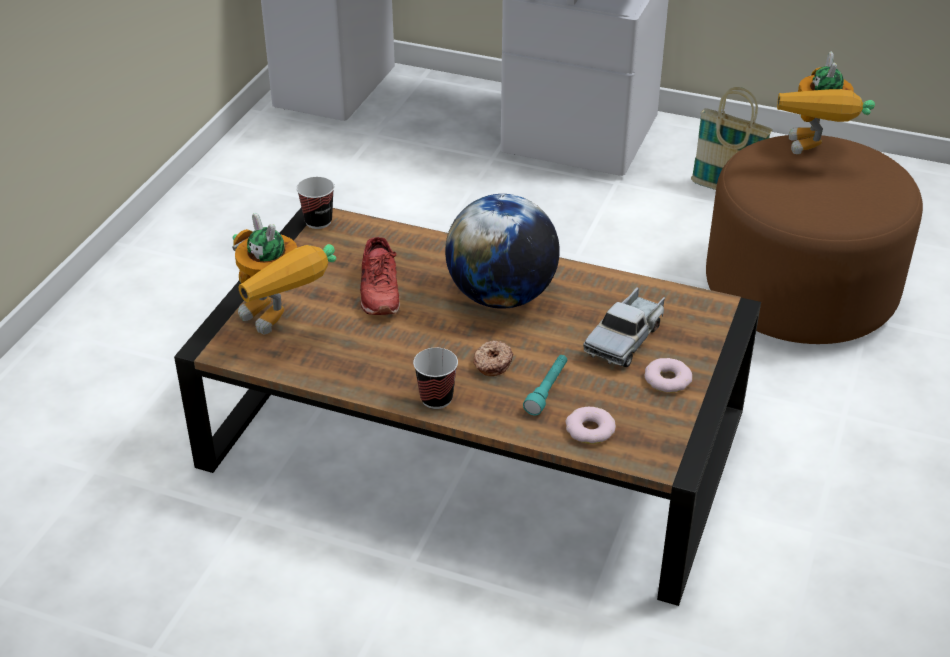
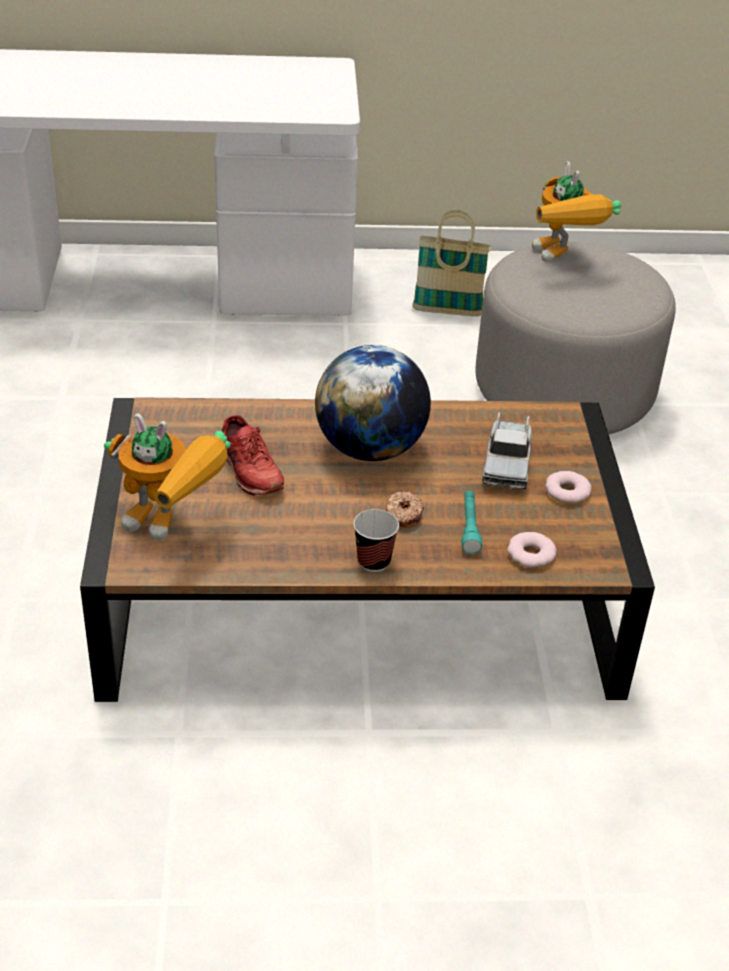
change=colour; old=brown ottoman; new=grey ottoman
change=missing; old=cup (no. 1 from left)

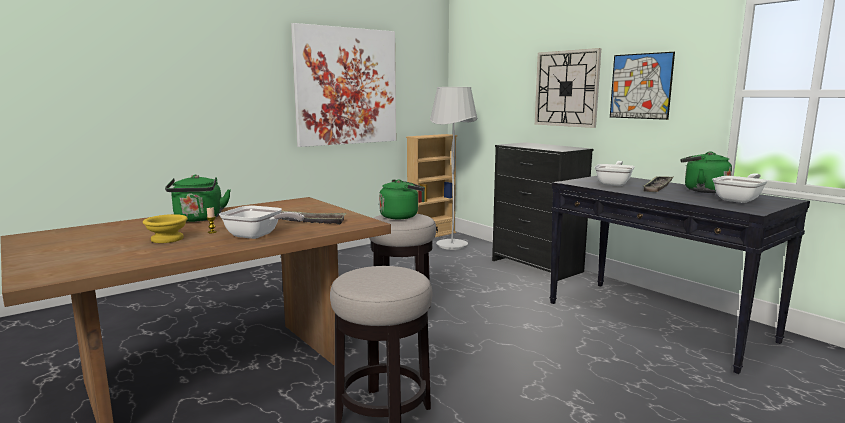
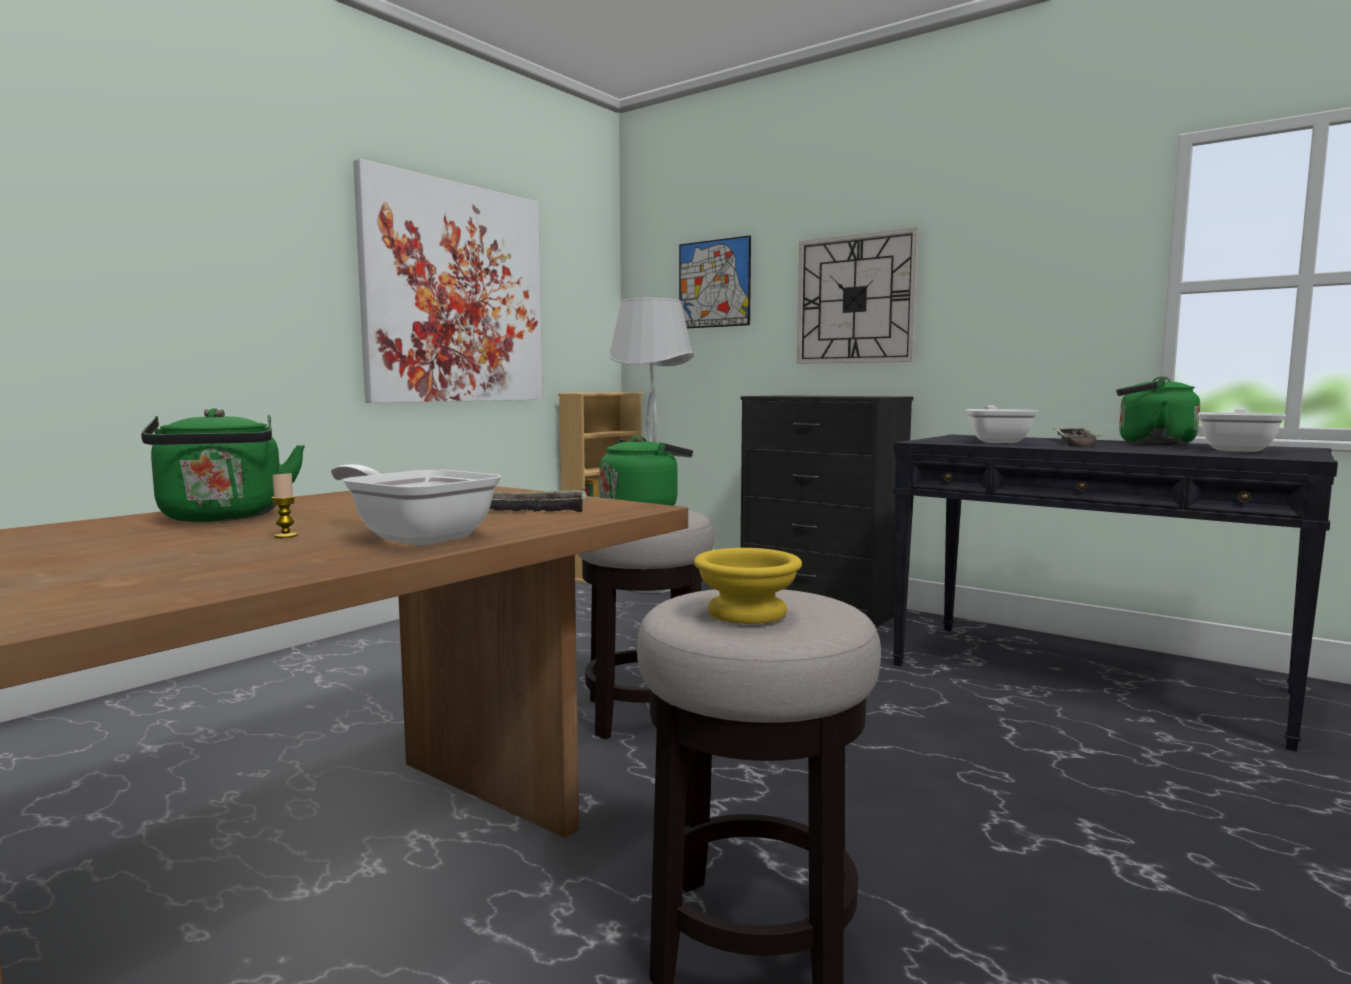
change=relocated; old=picture (no. 2 from left)
change=spun; old=frying pan (no. 1 from left); degrees=-150
change=relocated; old=yellow bowl

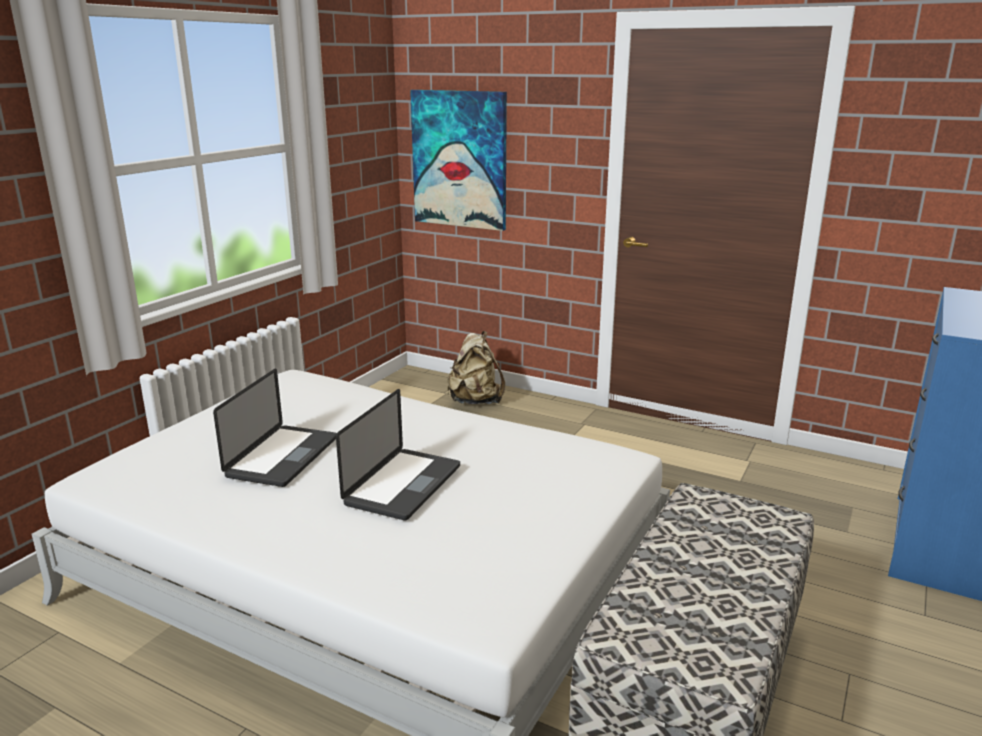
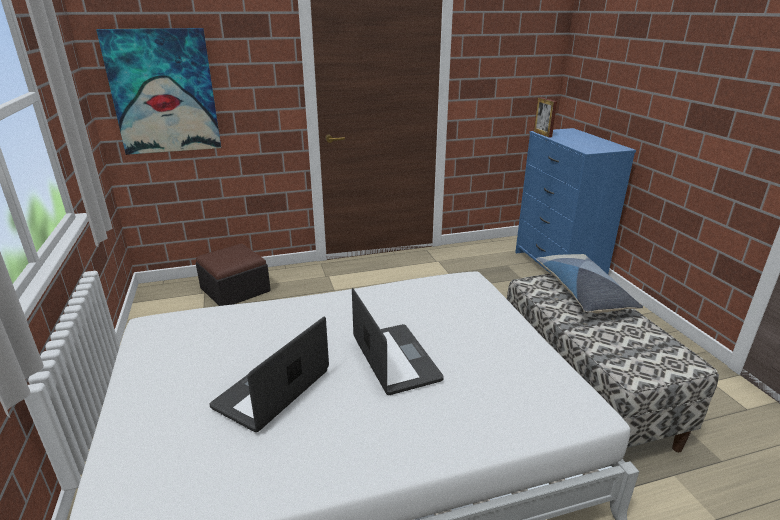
change=exchanged; old=beige backpack; new=ottoman
change=spun; old=laptop (no. 1 from left); degrees=-120
change=appeared; new=picture frame
change=appeared; new=pillow

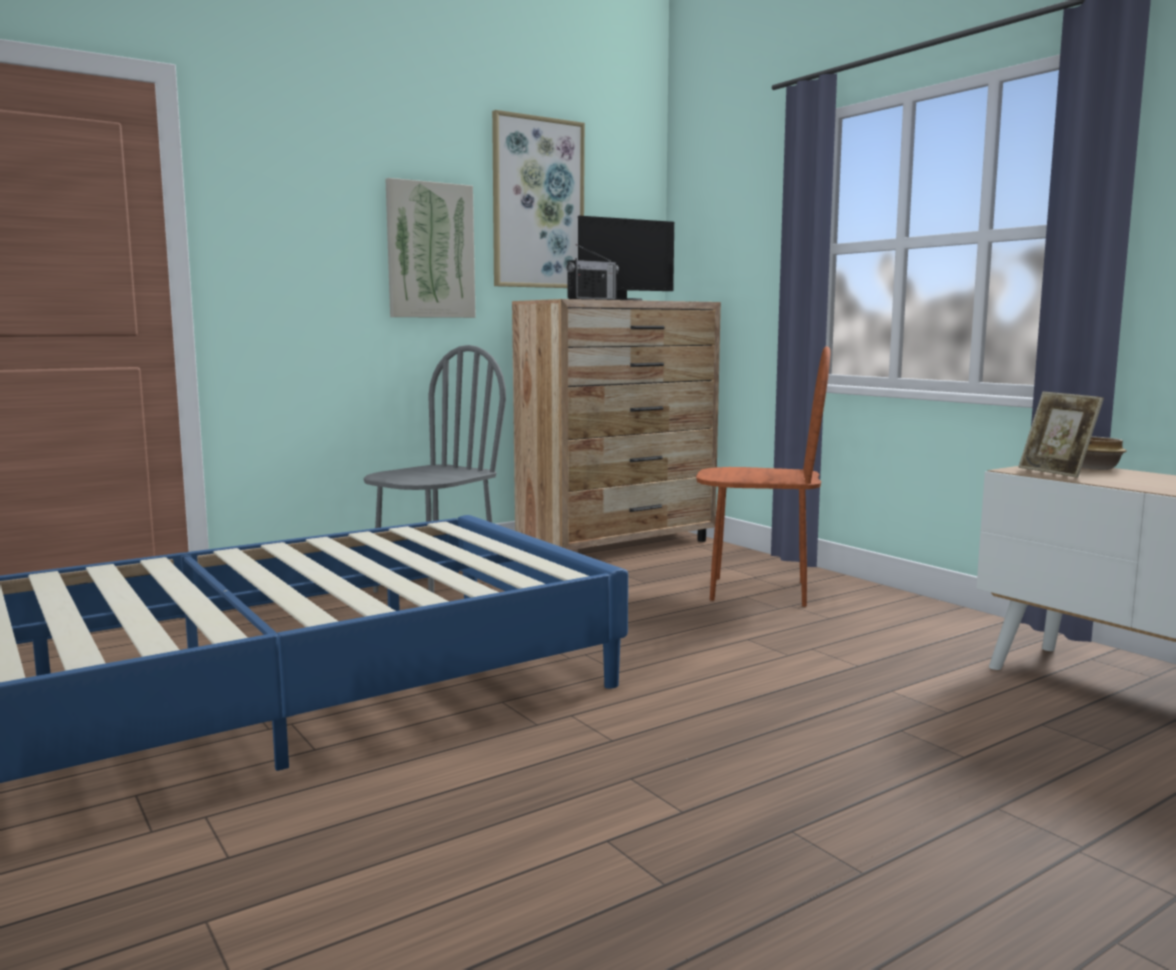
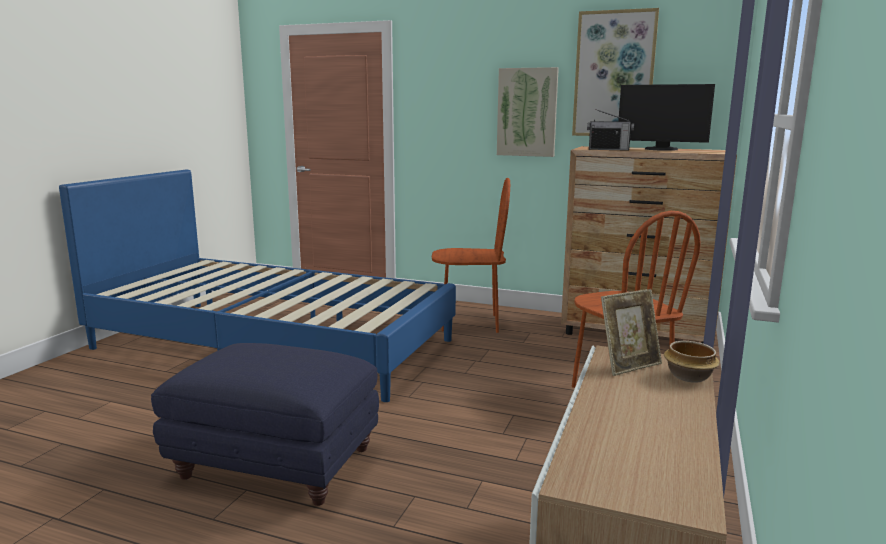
change=colour; old=grey chair; new=brown chair (no. 1 from left)
change=spun; old=picture frame; degrees=-150
change=appeared; new=blue ottoman

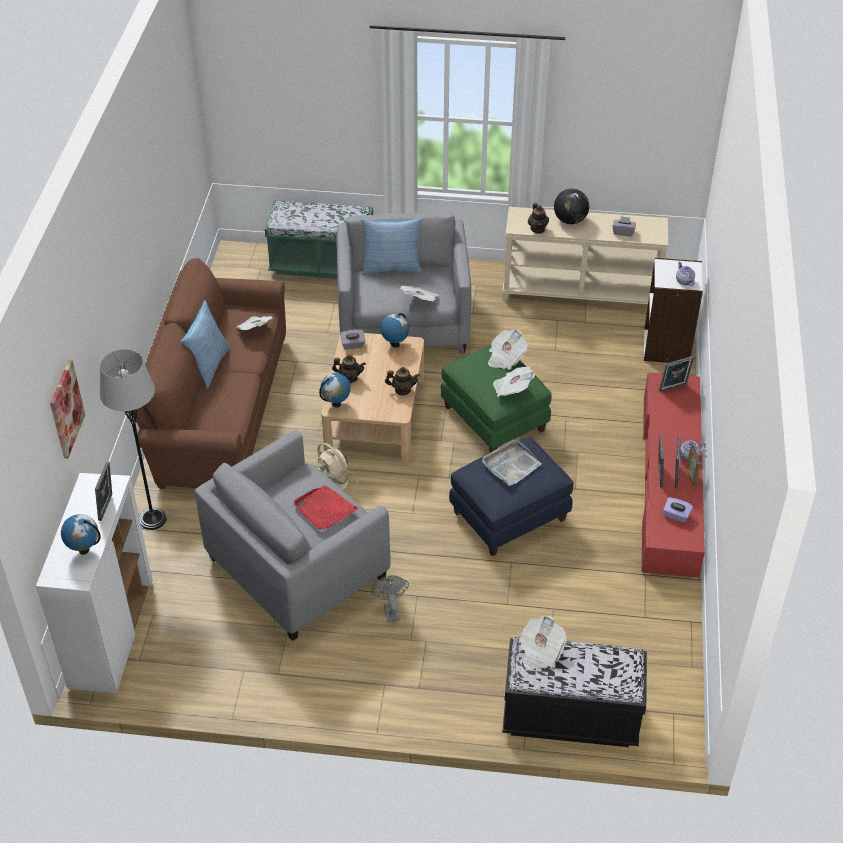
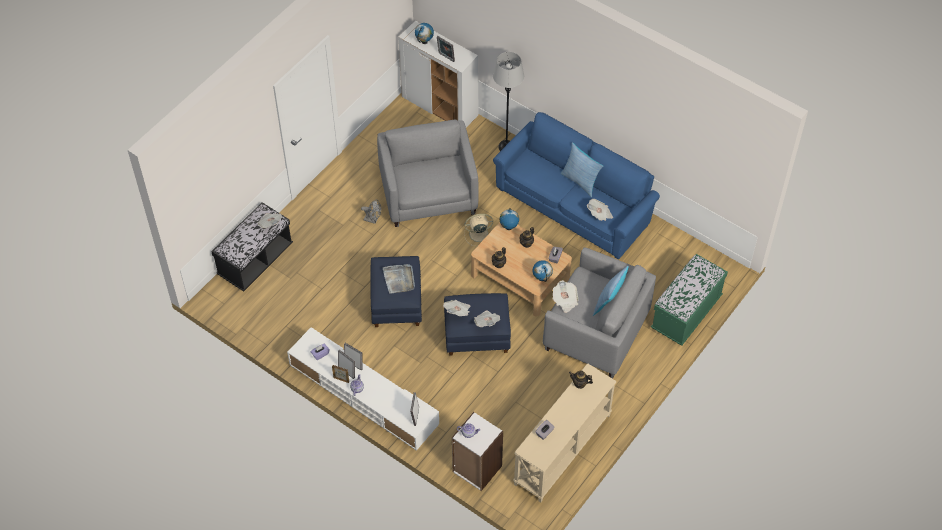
change=missing; old=globe (no. 4 from left)
change=colour; old=brown sofa; new=blue sofa
change=colour; old=green ottoman; new=blue ottoman (no. 2 from left)
change=missing; old=picture
change=colour; old=red tv stand; new=white tv stand
change=missing; old=red tray

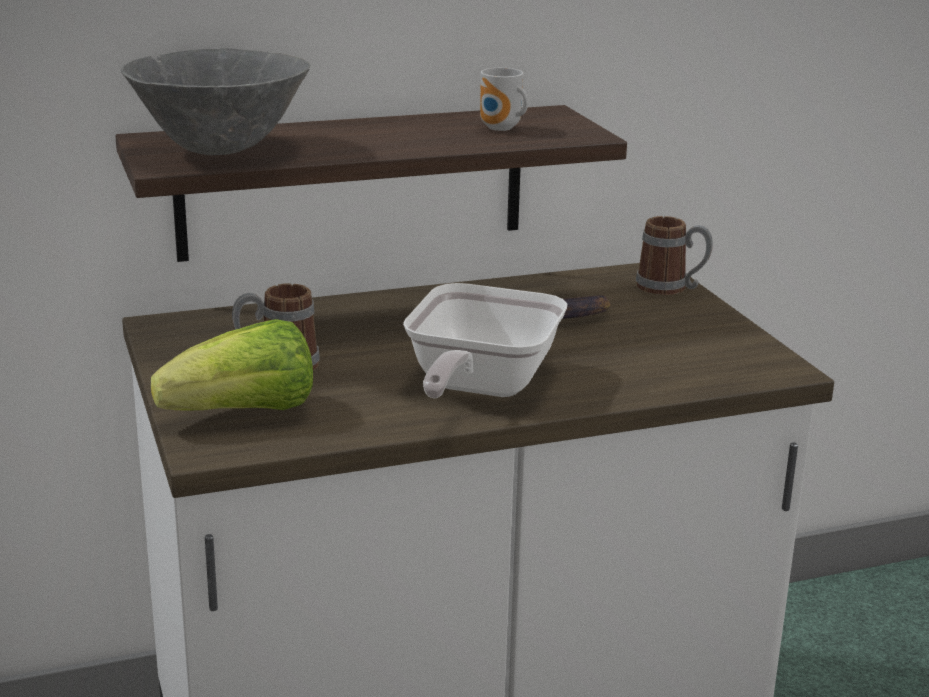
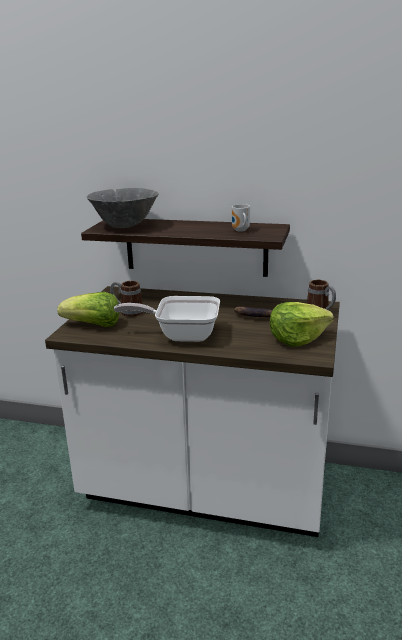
change=spun; old=frying pan; degrees=45
change=appeared; new=lettuce (no. 2 from left)

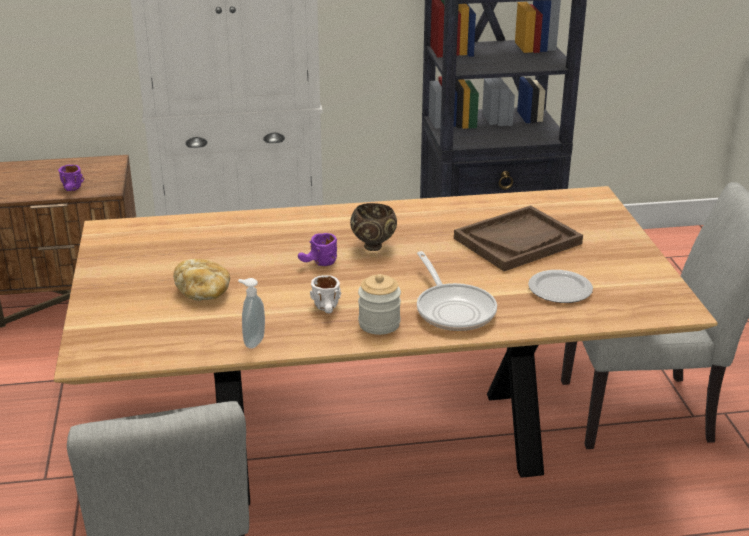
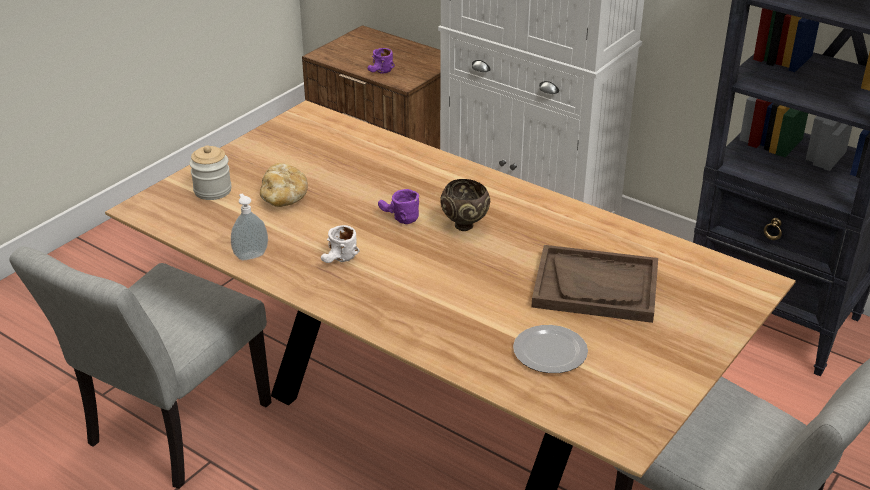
change=missing; old=frying pan
change=relocated; old=jar

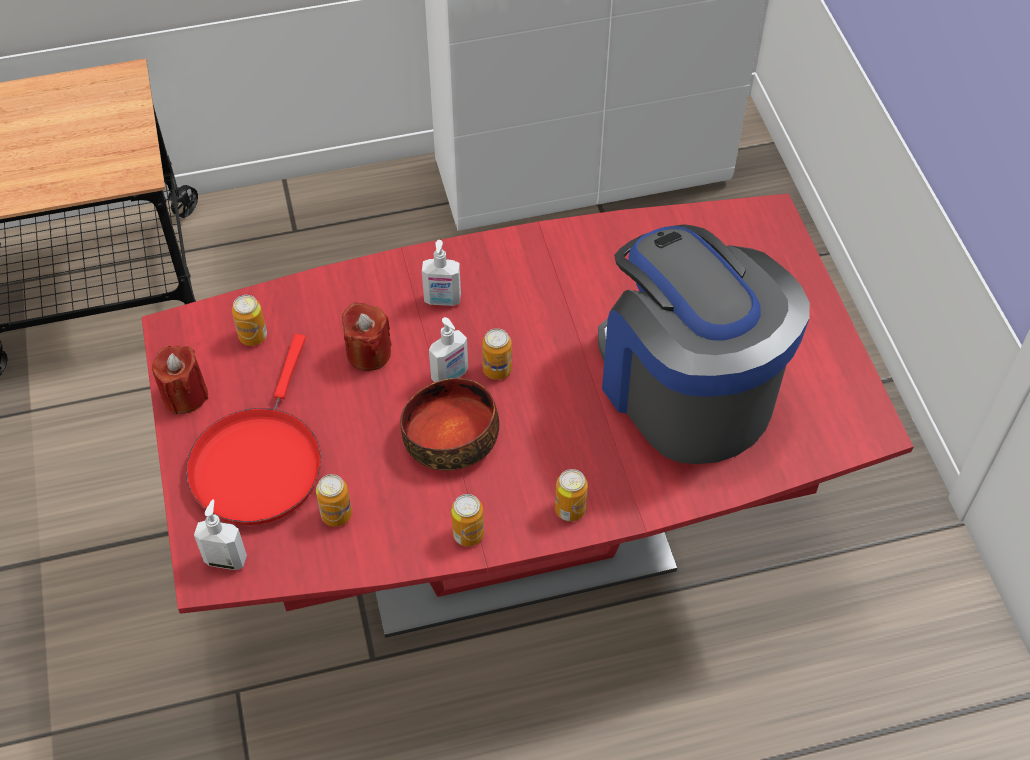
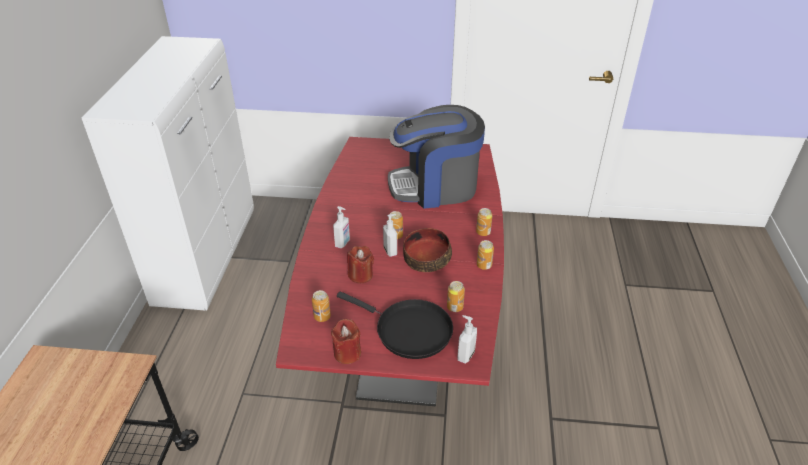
change=colour; old=red frying pan; new=black frying pan

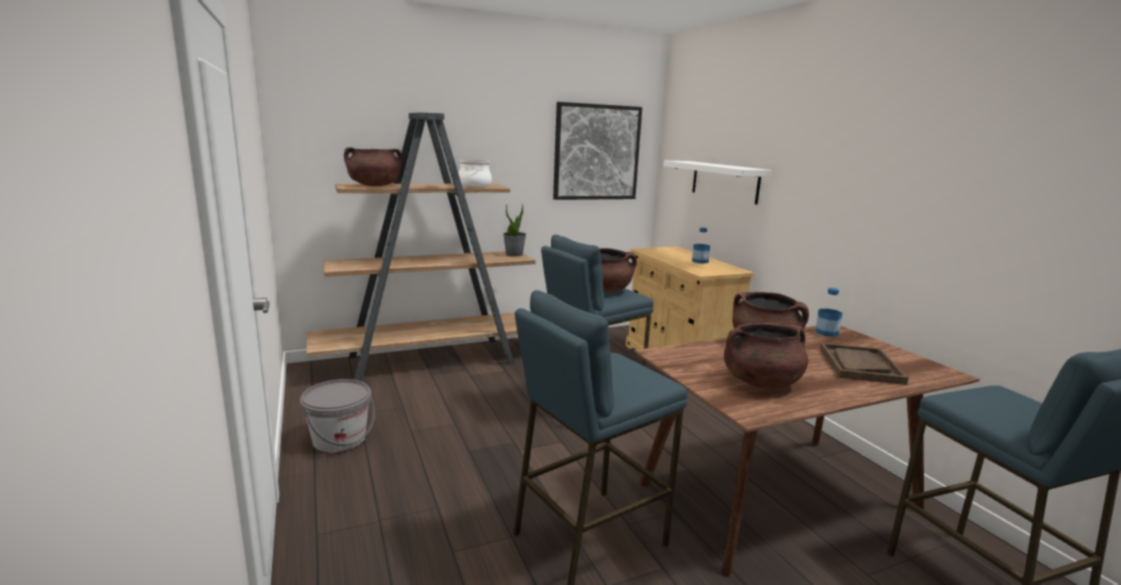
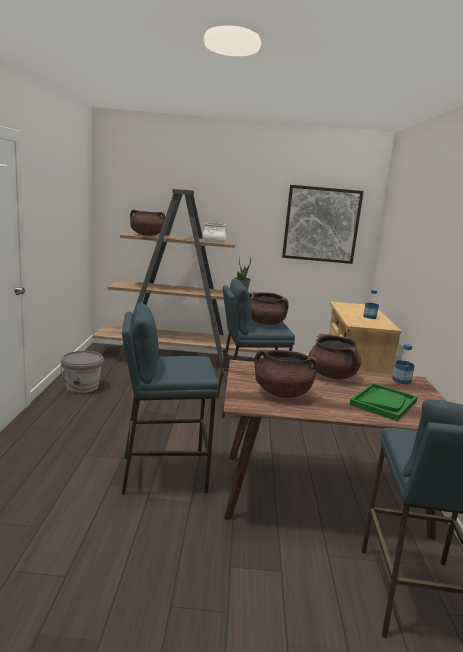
change=missing; old=white shelf
change=colour; old=brown tray; new=green tray

